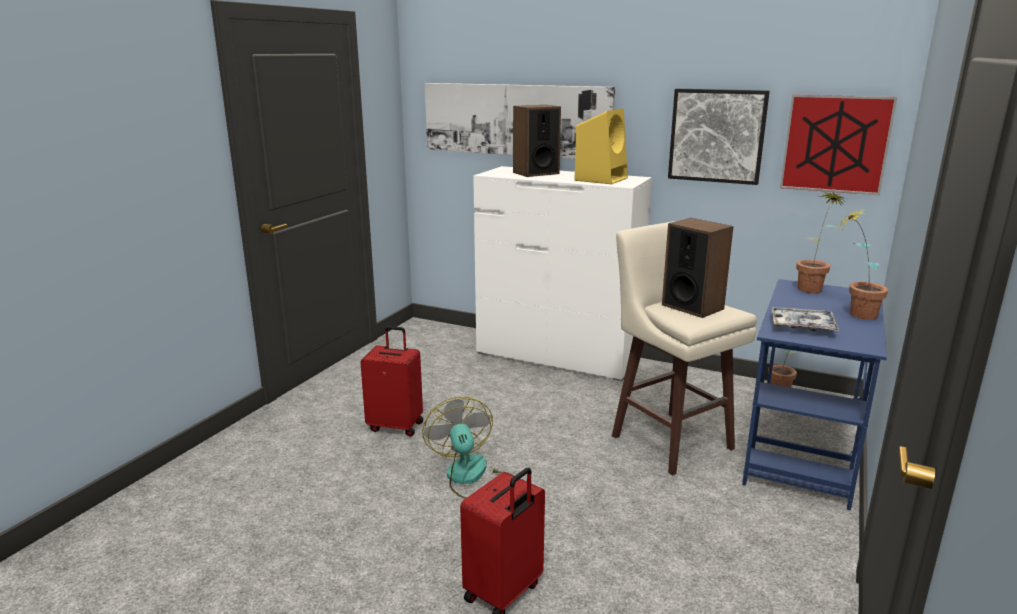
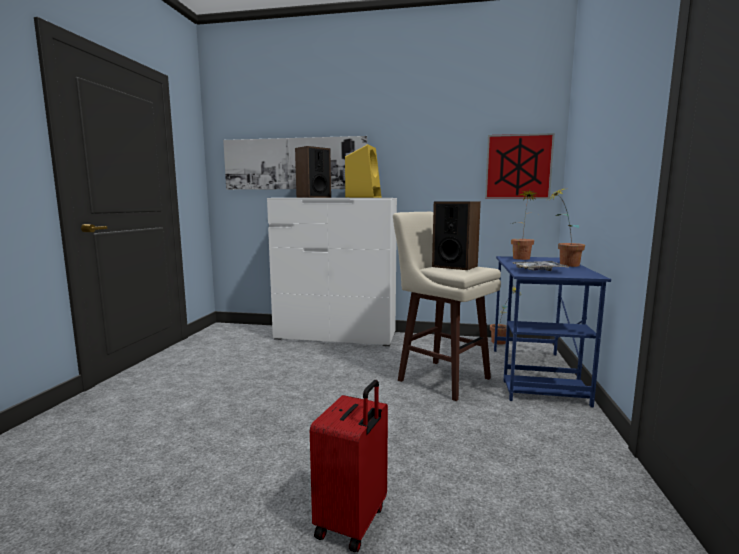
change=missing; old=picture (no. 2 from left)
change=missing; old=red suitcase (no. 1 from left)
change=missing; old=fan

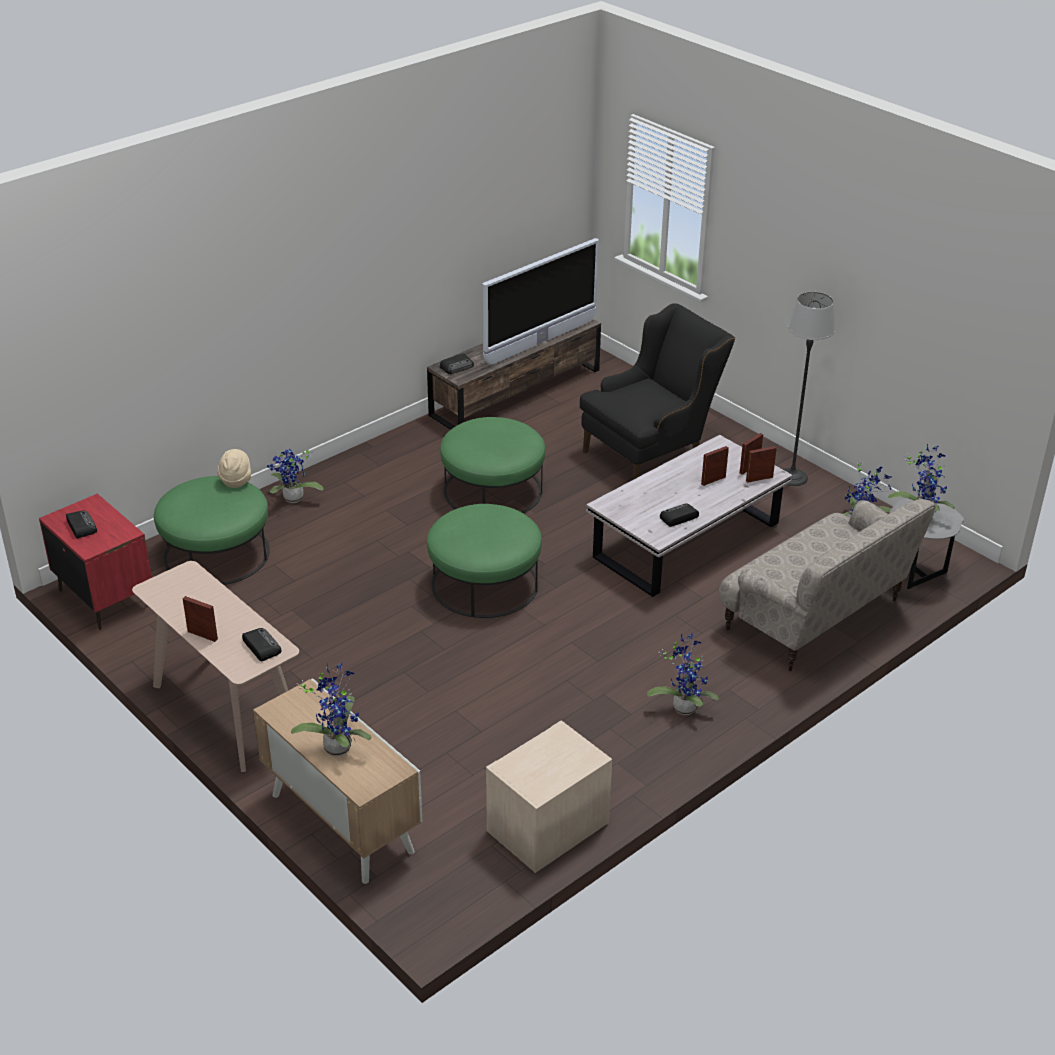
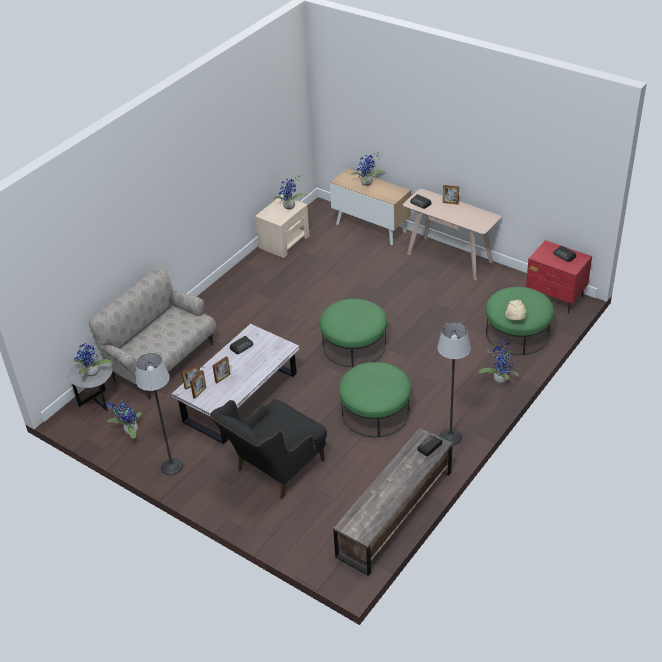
change=missing; old=television
change=relocated; old=potted plant (no. 3 from left)
change=appeared; new=floor lamp (no. 2 from left)

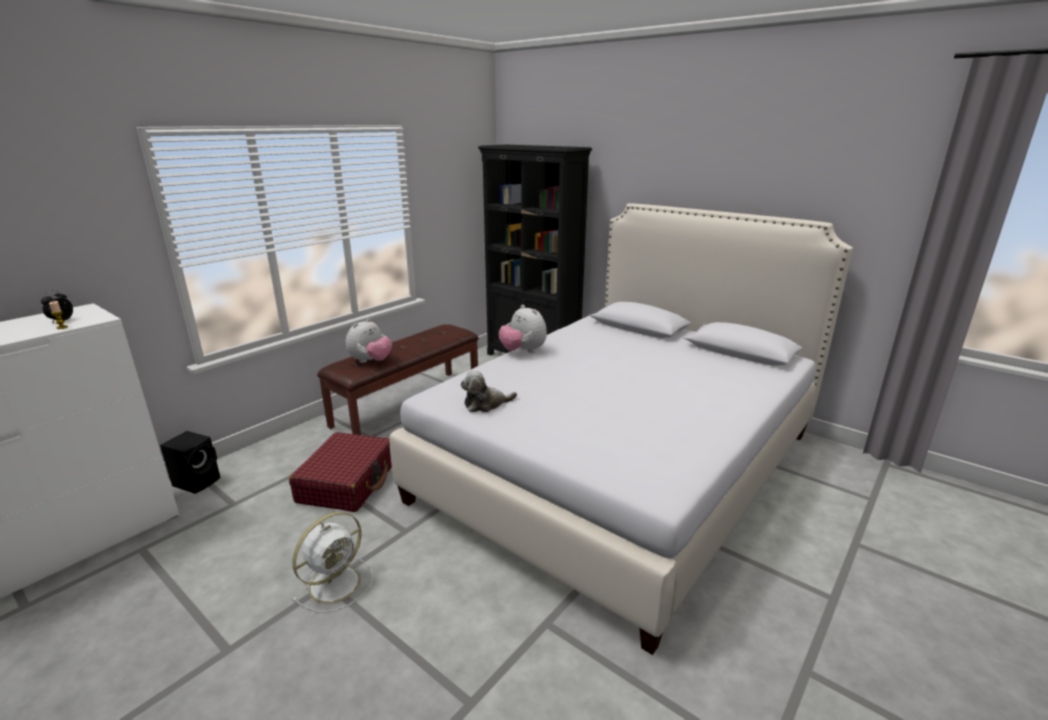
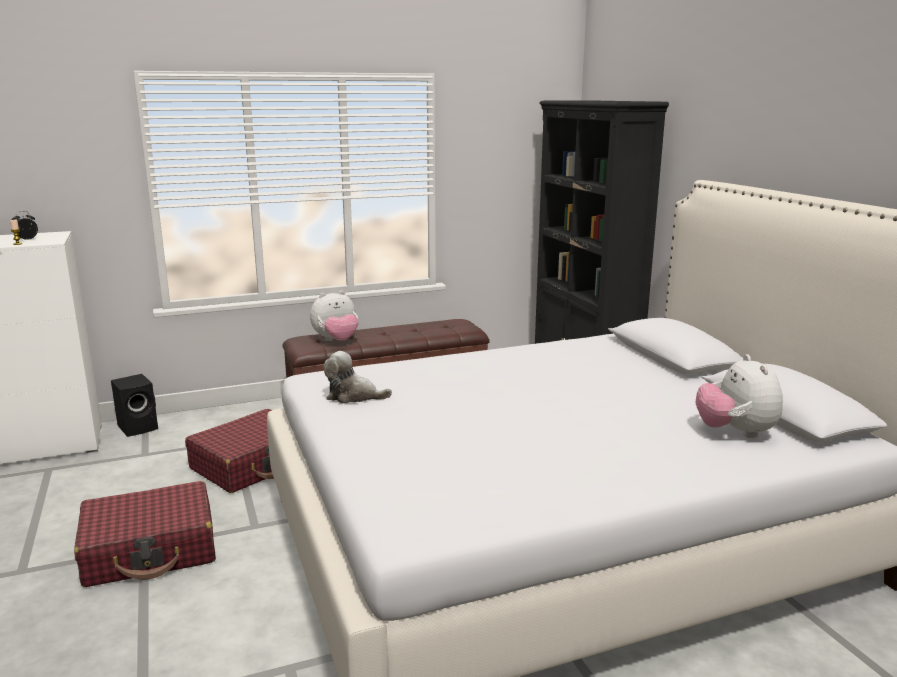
change=relocated; old=plush toy (no. 3 from left)
change=exchanged; old=white fan; new=red suitcase (no. 1 from left)

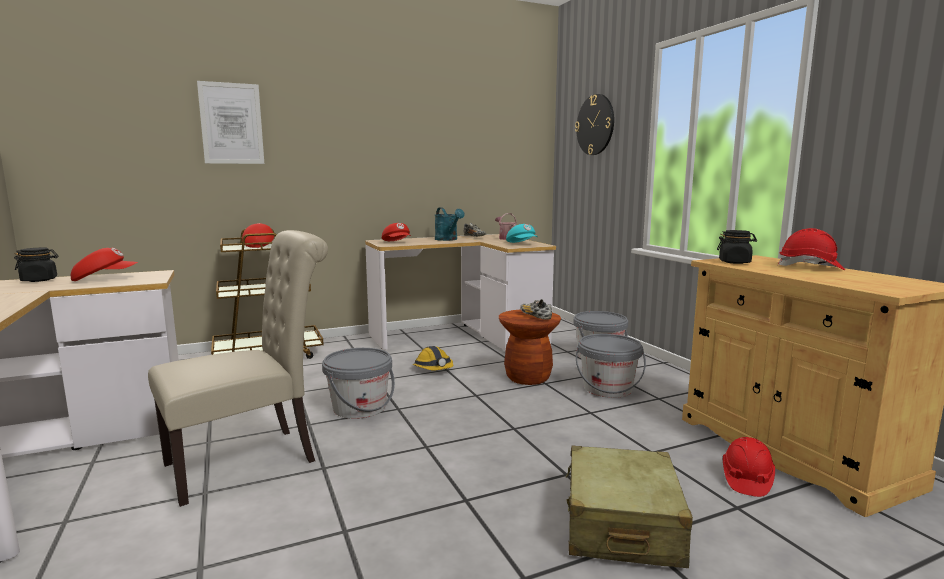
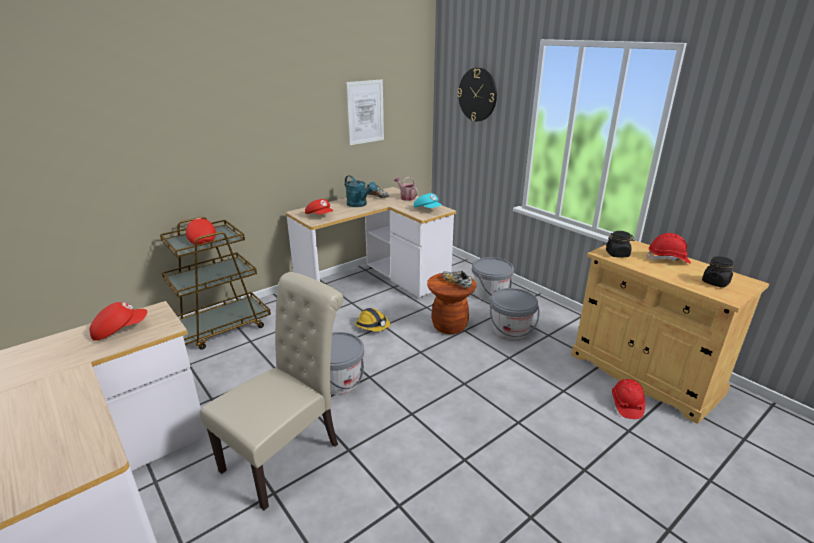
change=relocated; old=picture
change=relocated; old=black jar (no. 1 from left in the first image); new=black jar (no. 2 from left)
change=missing; old=beige suitcase

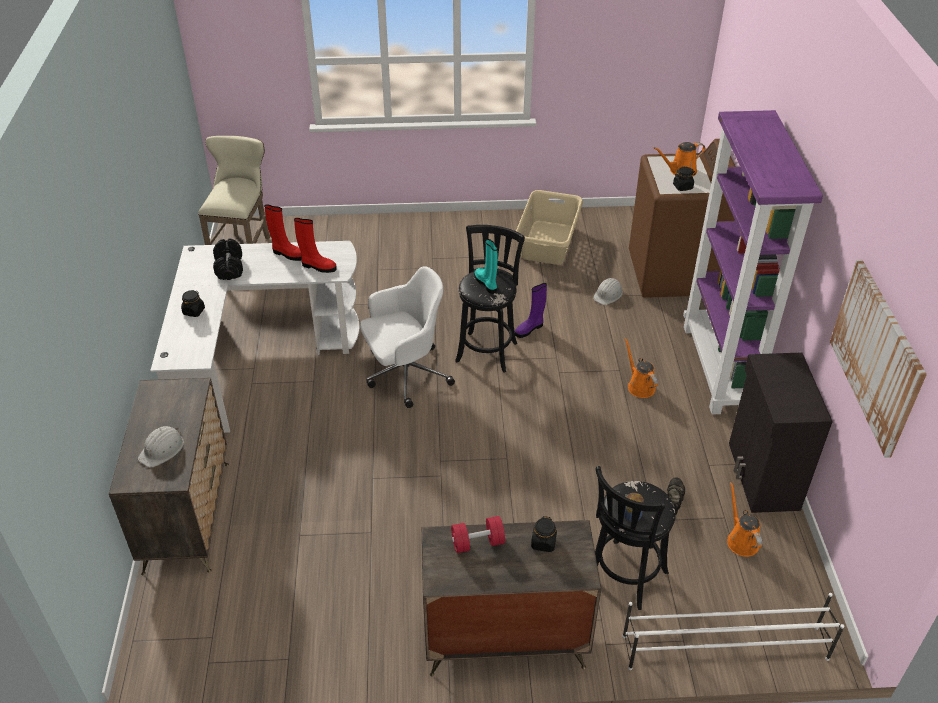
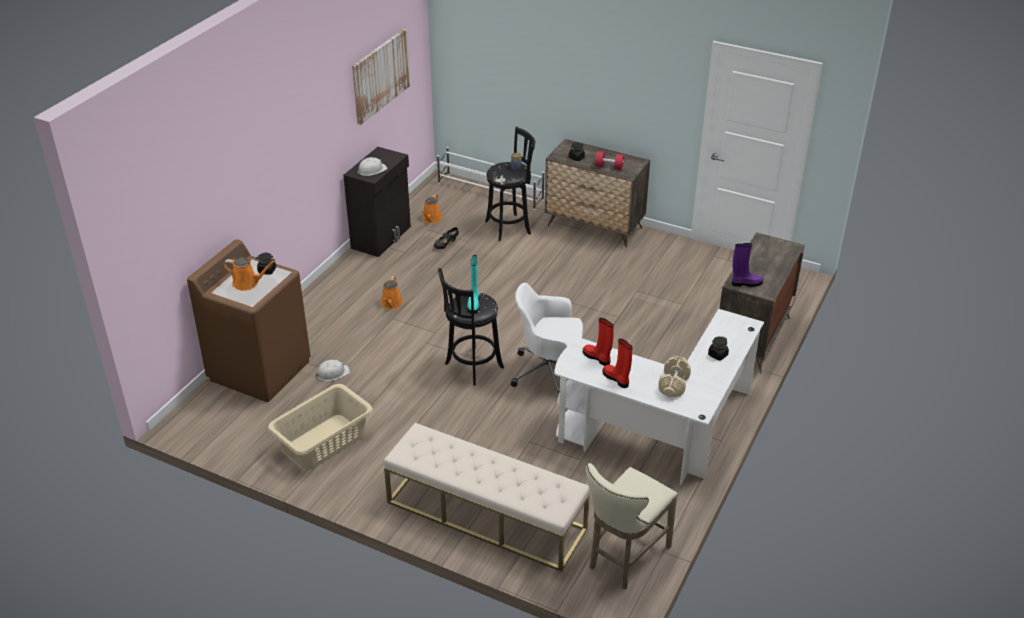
change=missing; old=purple bookcase
change=colour; old=black dumbbell; new=beige dumbbell
change=relocated; old=purple boot
change=relocated; old=white hard hat (no. 1 from left in the first image); new=white hard hat (no. 2 from left)
change=appeared; new=beige bench

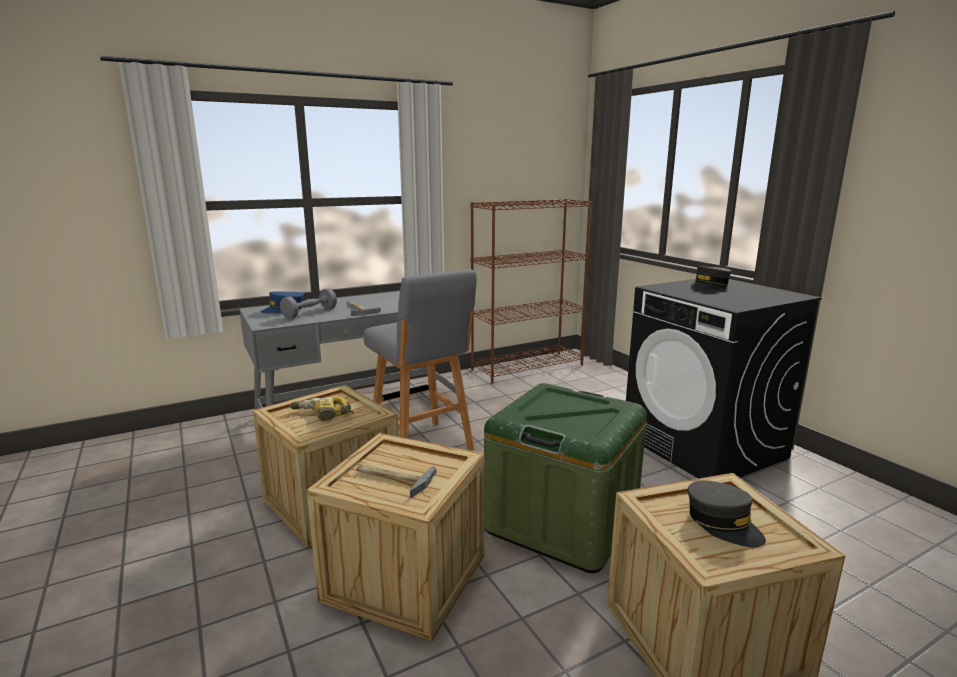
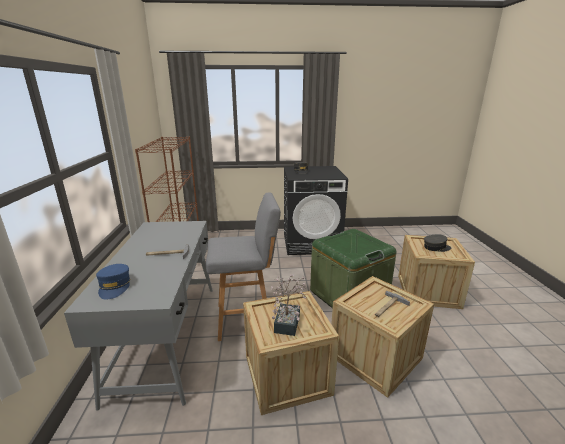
change=missing; old=grey dumbbell
change=exchanged; old=power drill; new=potted plant

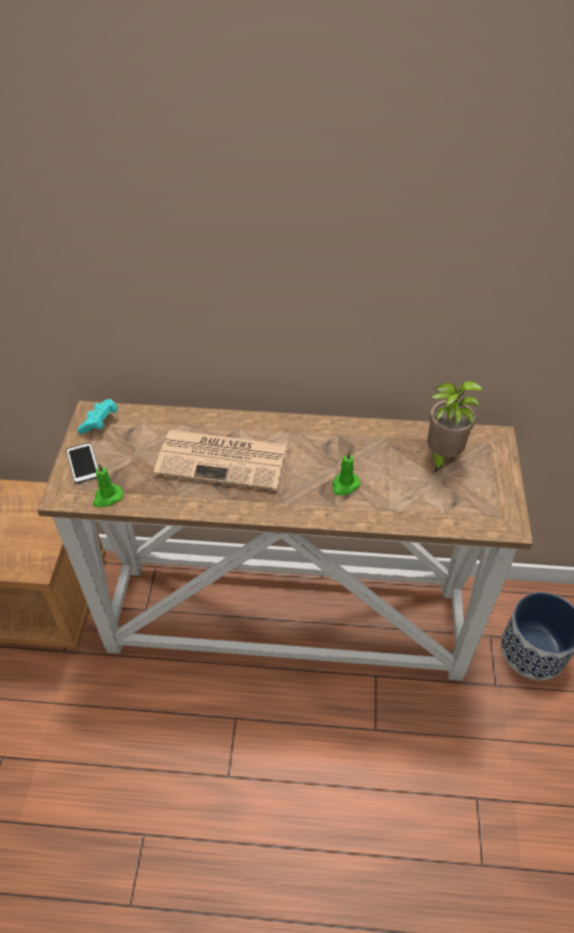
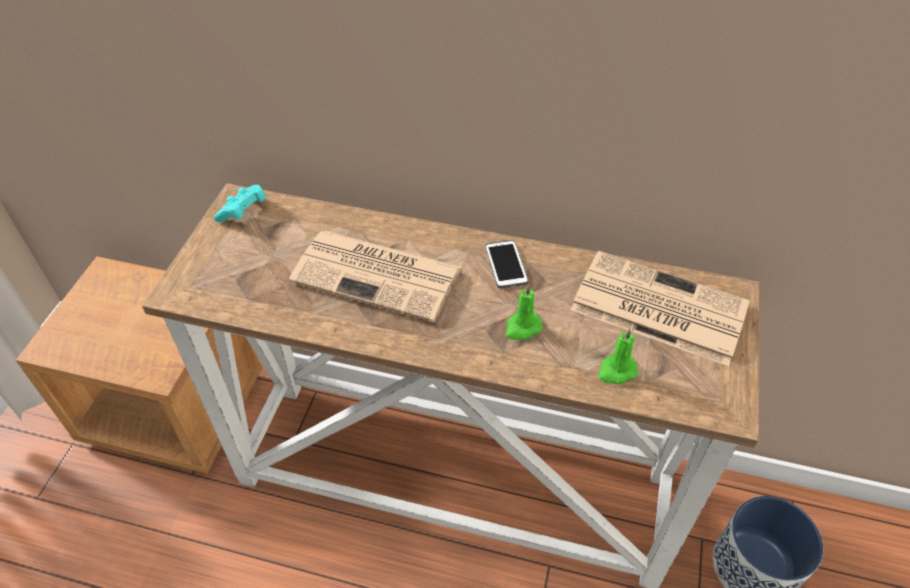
change=exchanged; old=potted plant; new=newspaper (no. 2 from left)
change=relocated; old=phone
change=relocated; old=green candle (no. 1 from left in the first image); new=green candle (no. 2 from left)

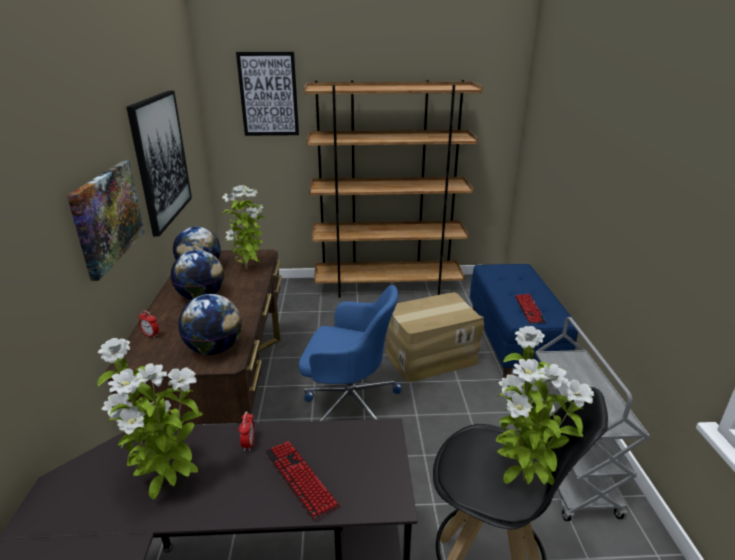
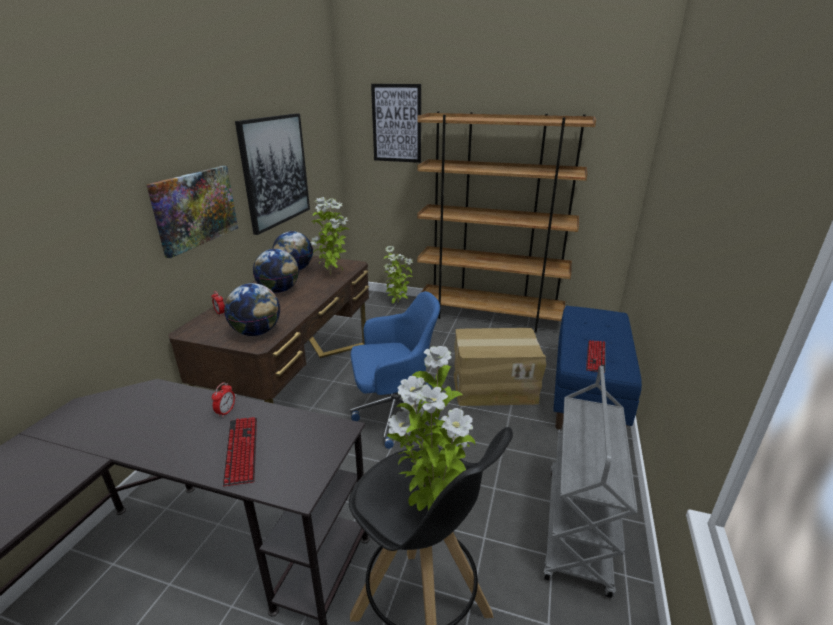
change=spun; old=blue office chair; degrees=-45
change=relocated; old=potted plant (no. 1 from left in the first image); new=potted plant (no. 2 from left)

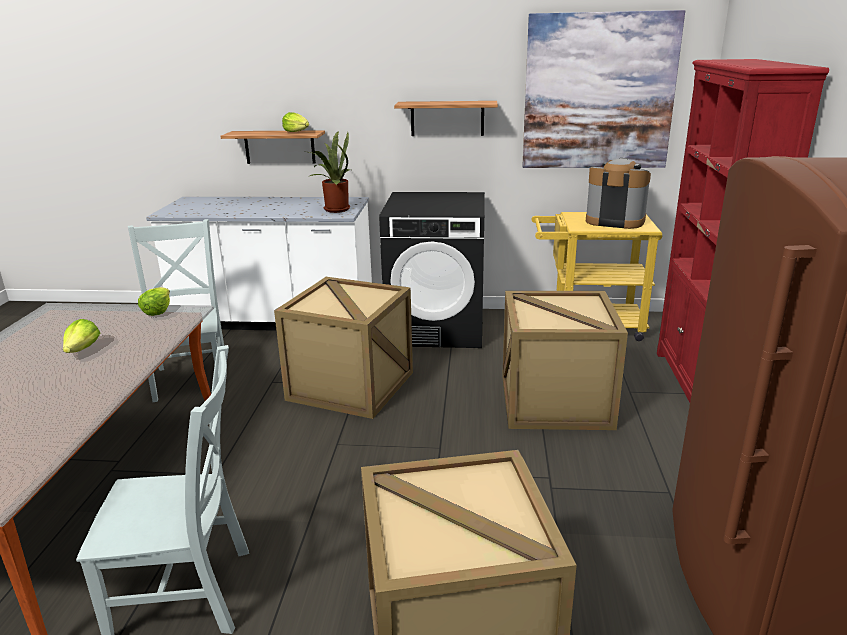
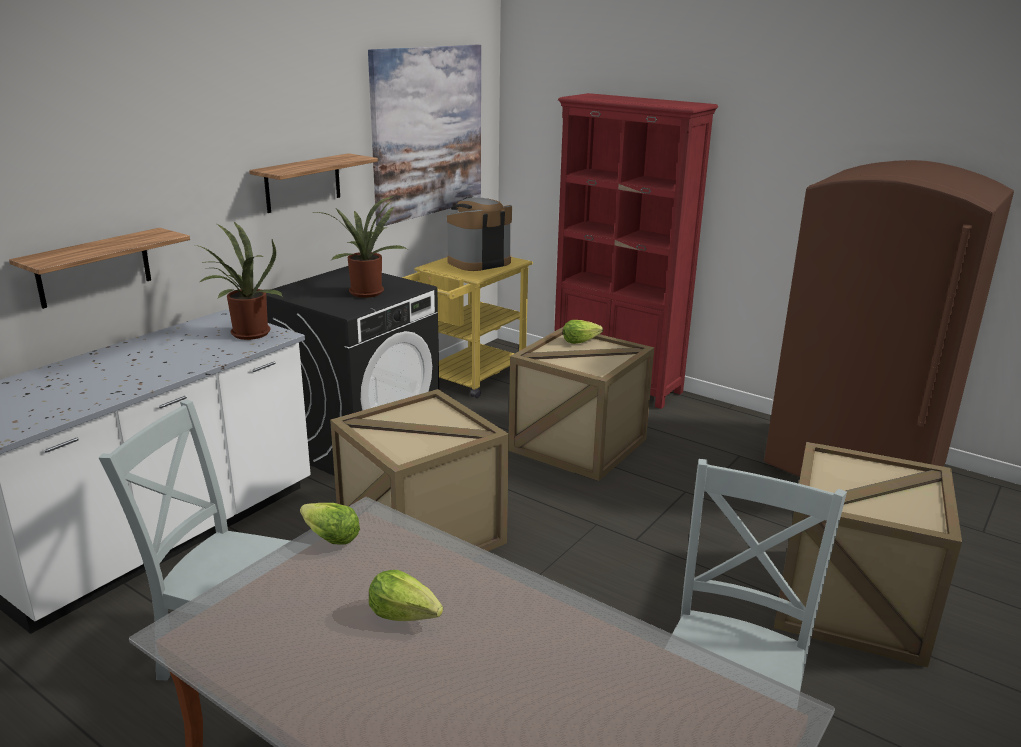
change=relocated; old=lettuce (no. 3 from left)
change=appeared; new=potted plant (no. 2 from left)

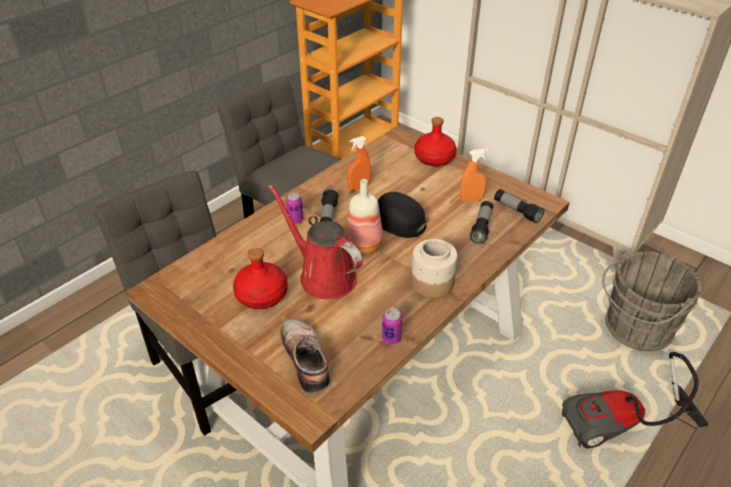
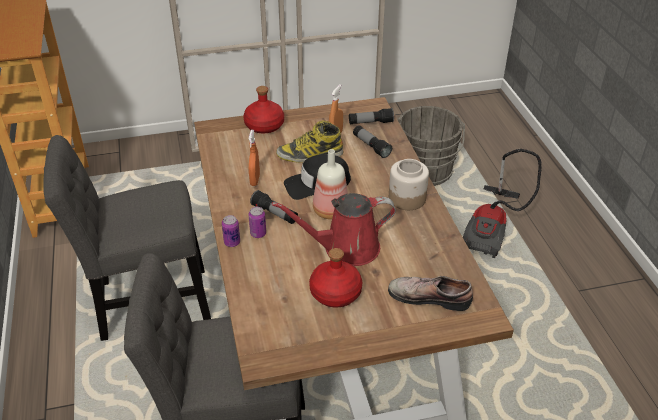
change=relocated; old=can (no. 2 from left in the first image); new=can (no. 1 from left)
change=appeared; new=boot

